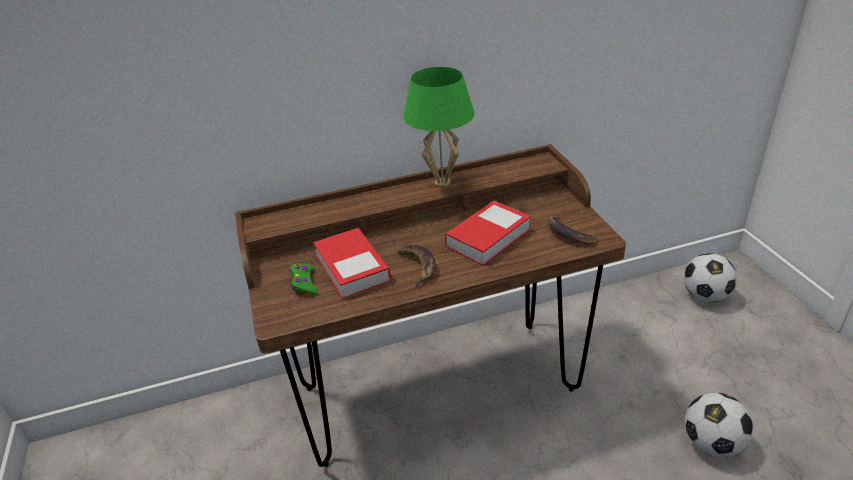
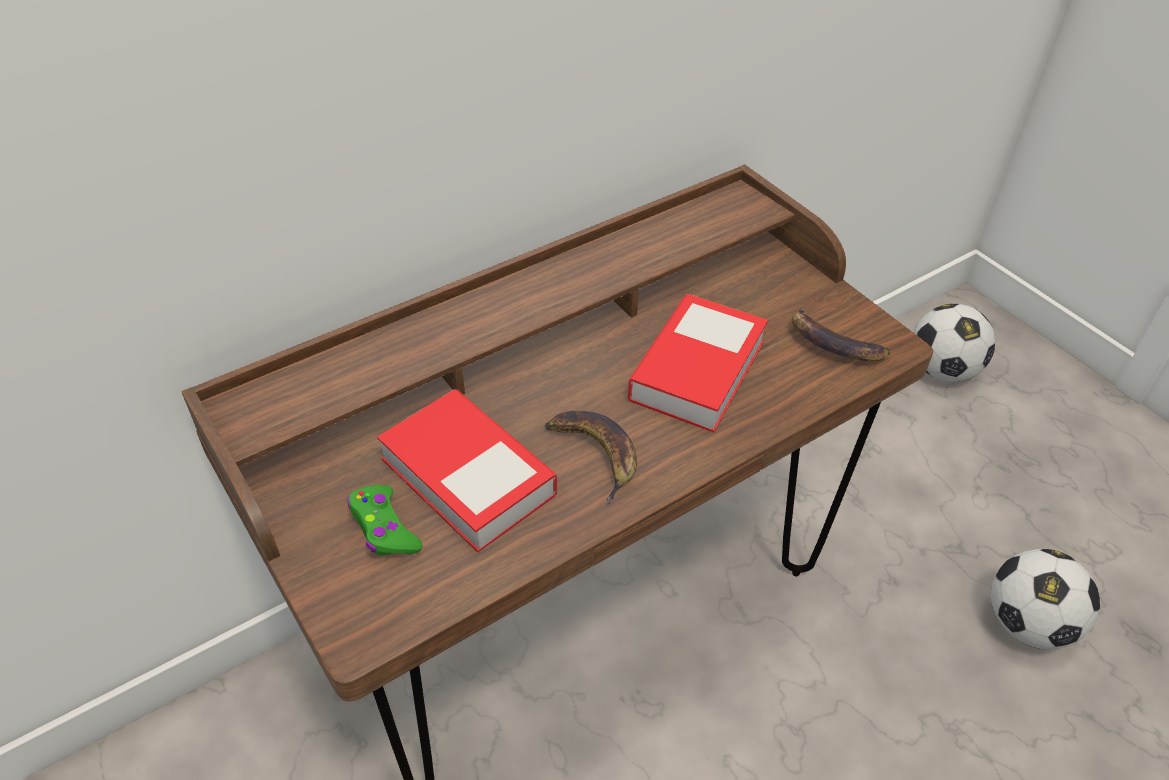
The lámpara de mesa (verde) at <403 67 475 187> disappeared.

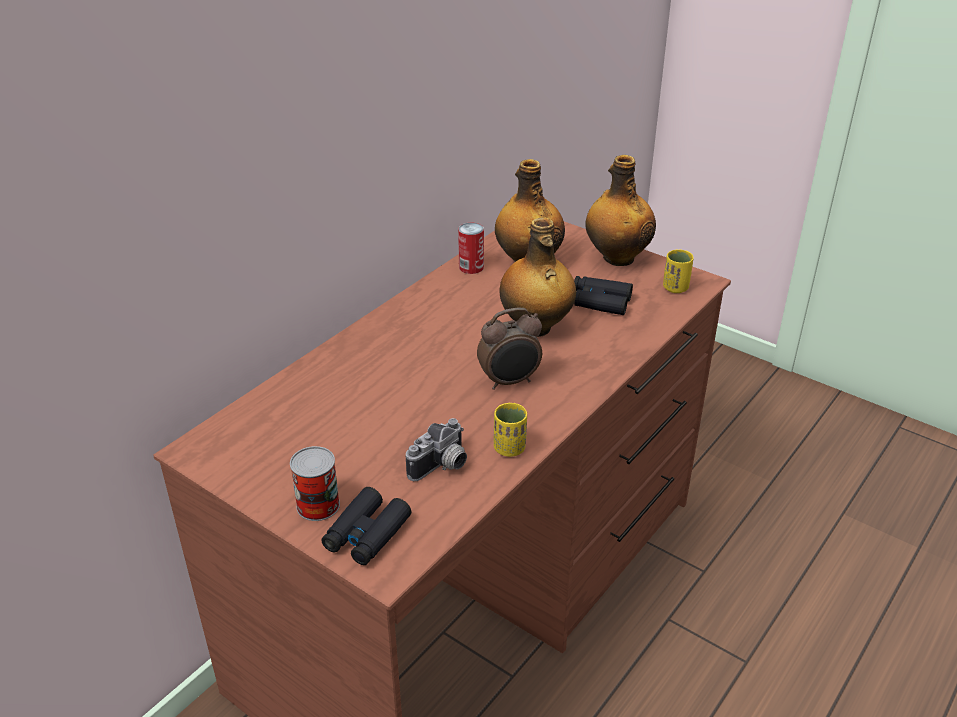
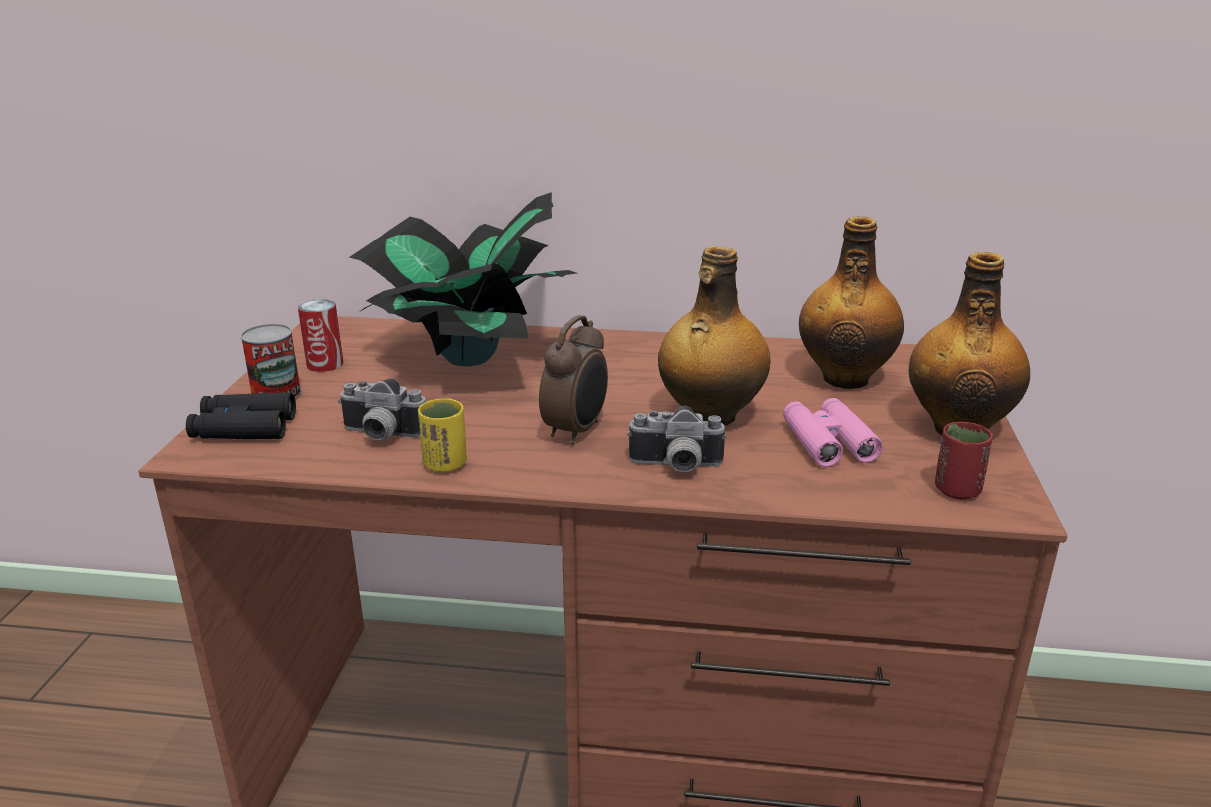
The lata moved from <458 223 484 274> to <298 299 343 372>. The taza (amarillo) at <663 249 694 293> became the taza (rojo) at <935 422 993 499>. The prismáticos (negro) at <574 276 633 315> became the prismáticos (rosa) at <783 398 883 467>. The despertador at <477 308 542 390> turned 105 degrees counterclockwise. The planta en maceta at <349 192 577 366> appeared. The cámara at <627 406 727 472> appeared.

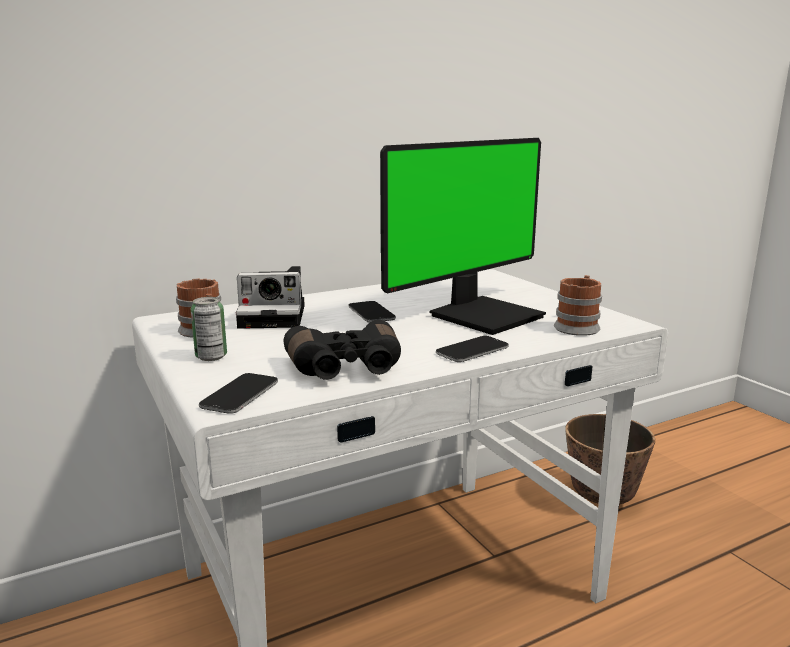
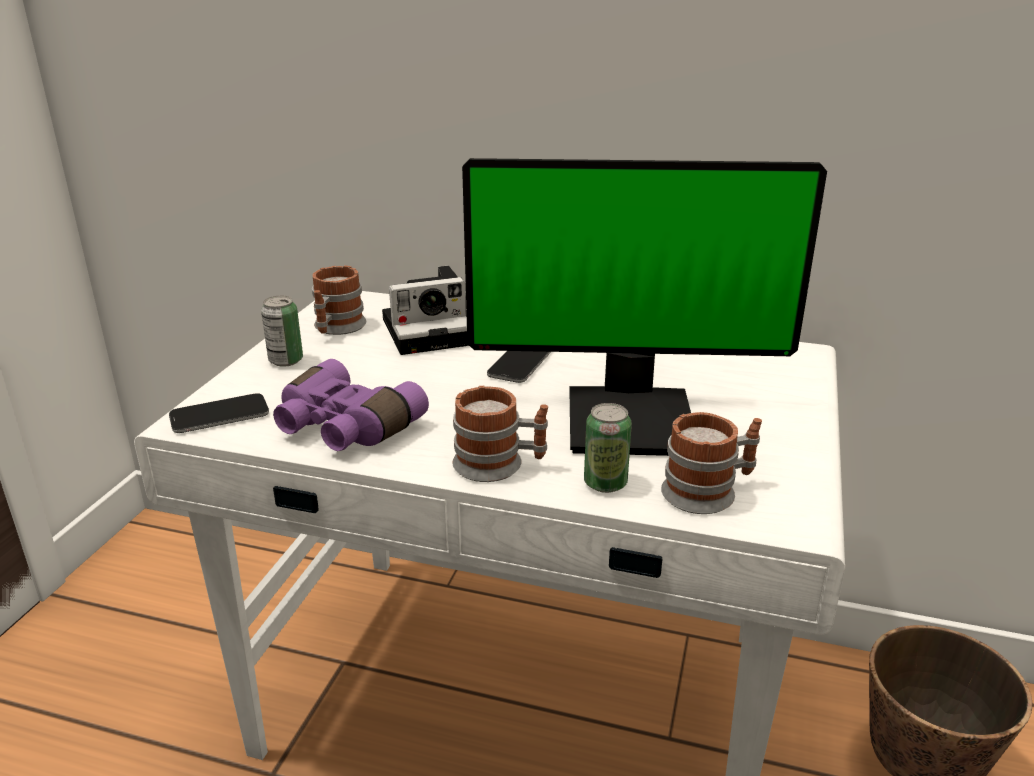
The cámara at <236 266 305 329> turned 60 degrees counterclockwise. The prismáticos (negro) at <284 320 401 380> became the prismáticos (morado) at <273 359 429 451>. The móvil at <436 336 509 362> was replaced by the taza grande at <452 386 548 482>. The lata at <584 403 632 493> appeared.

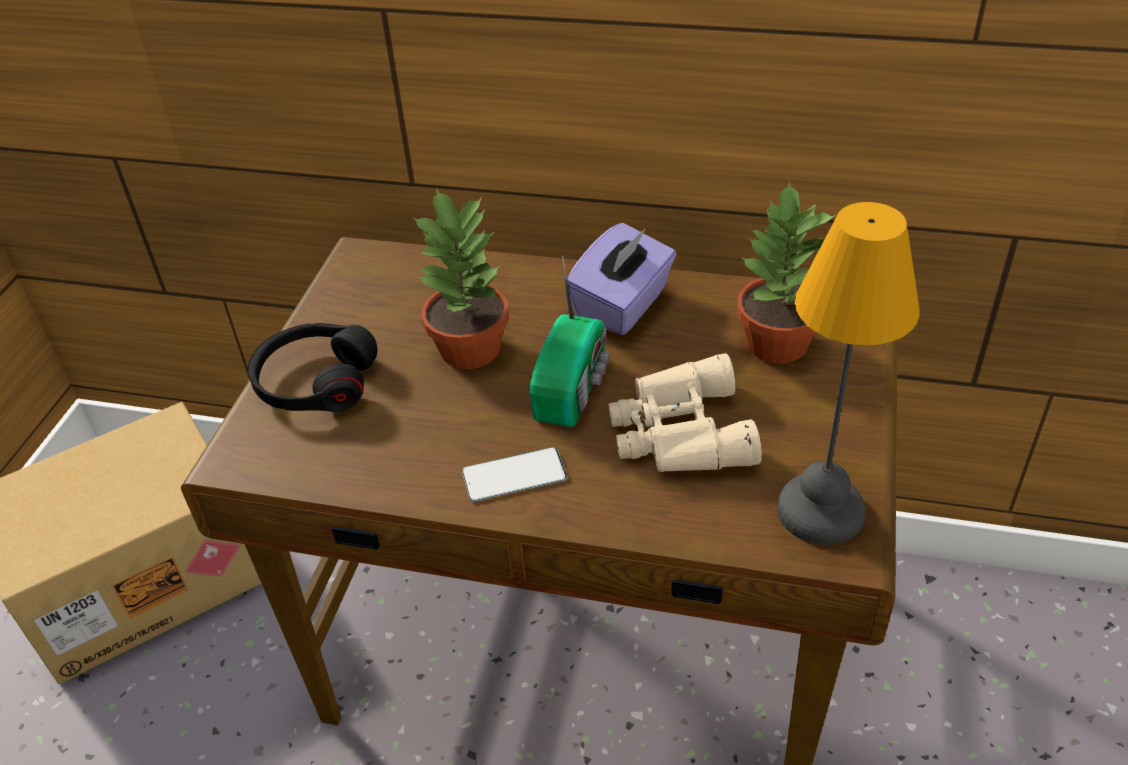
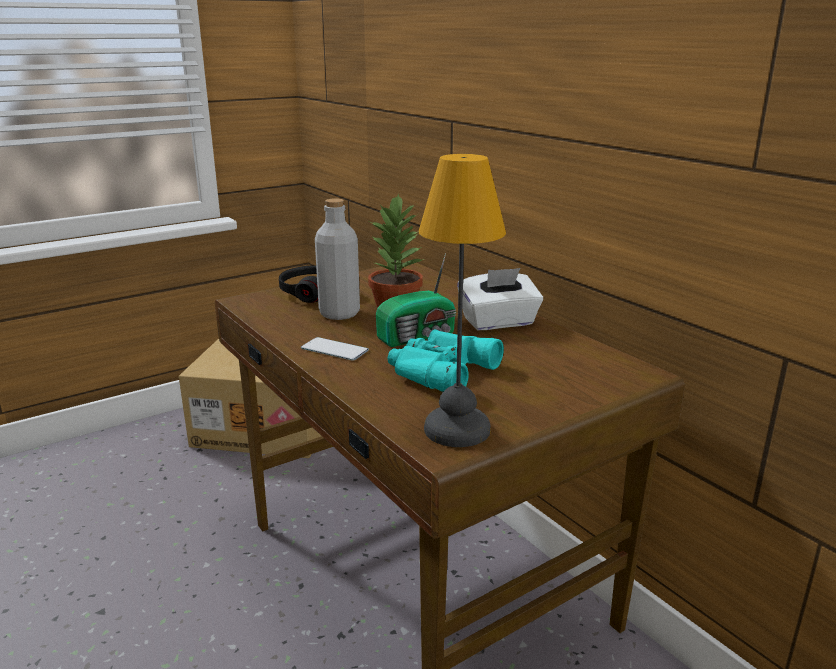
The planta en maceta at <737 181 836 363> disappeared. The caja de pañuelos (morado) at <567 223 676 335> became the caja de pañuelos (blanco) at <457 268 543 330>. The prismáticos (beis) at <608 353 762 472> became the prismáticos (turquesa) at <387 329 504 392>. The botella (gris) at <315 198 360 320> appeared.

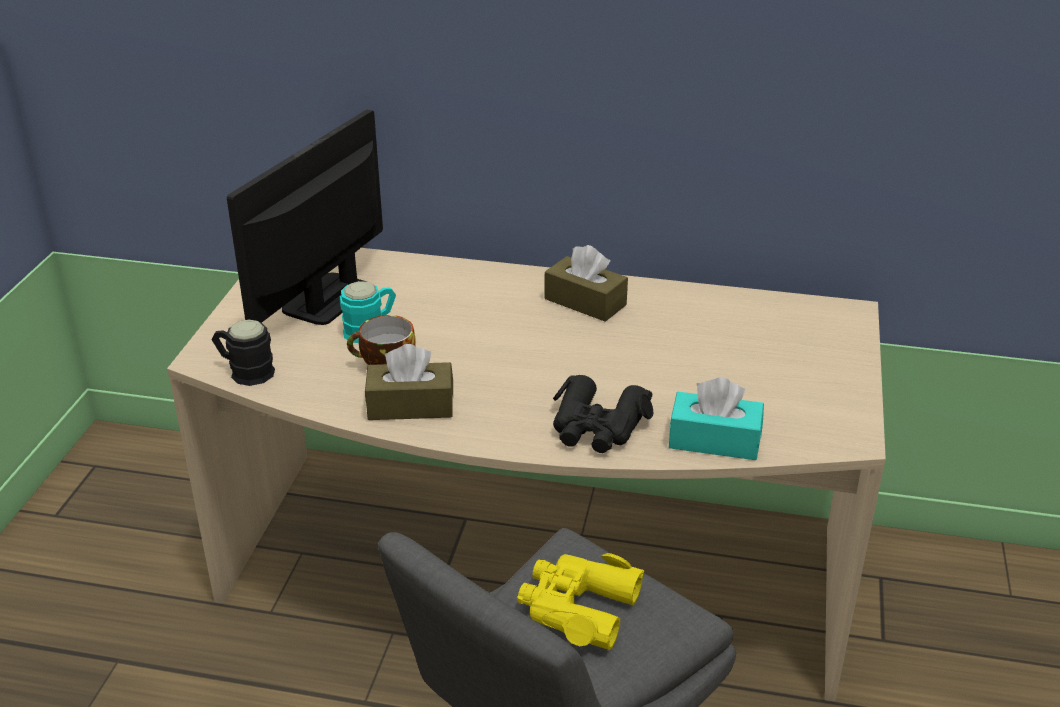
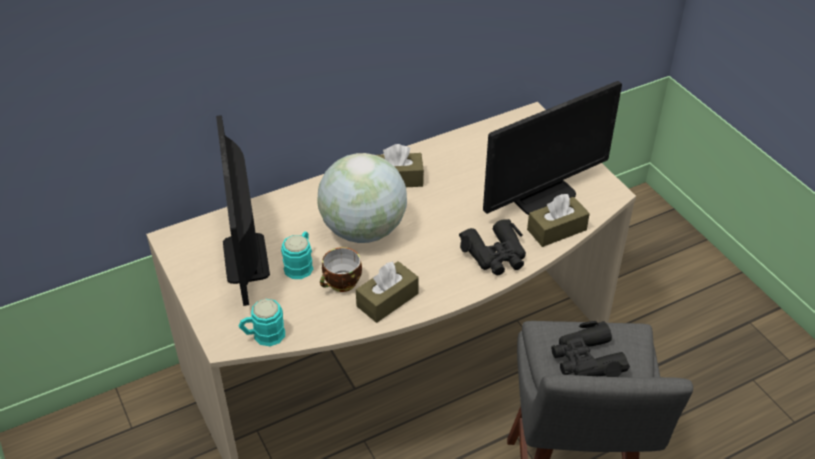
The taza grande (negro) at <212 320 275 386> became the taza grande (turquesa) at <238 299 285 346>. The caja de pañuelos (turquesa) at <669 377 764 460> became the caja de pañuelos (marrón) at <527 194 590 247>. The prismáticos (amarillo) at <517 553 645 650> became the prismáticos (negro) at <551 321 630 377>. The monitor at <483 81 622 215> appeared. The globo terráqueo at <317 153 407 243> appeared.

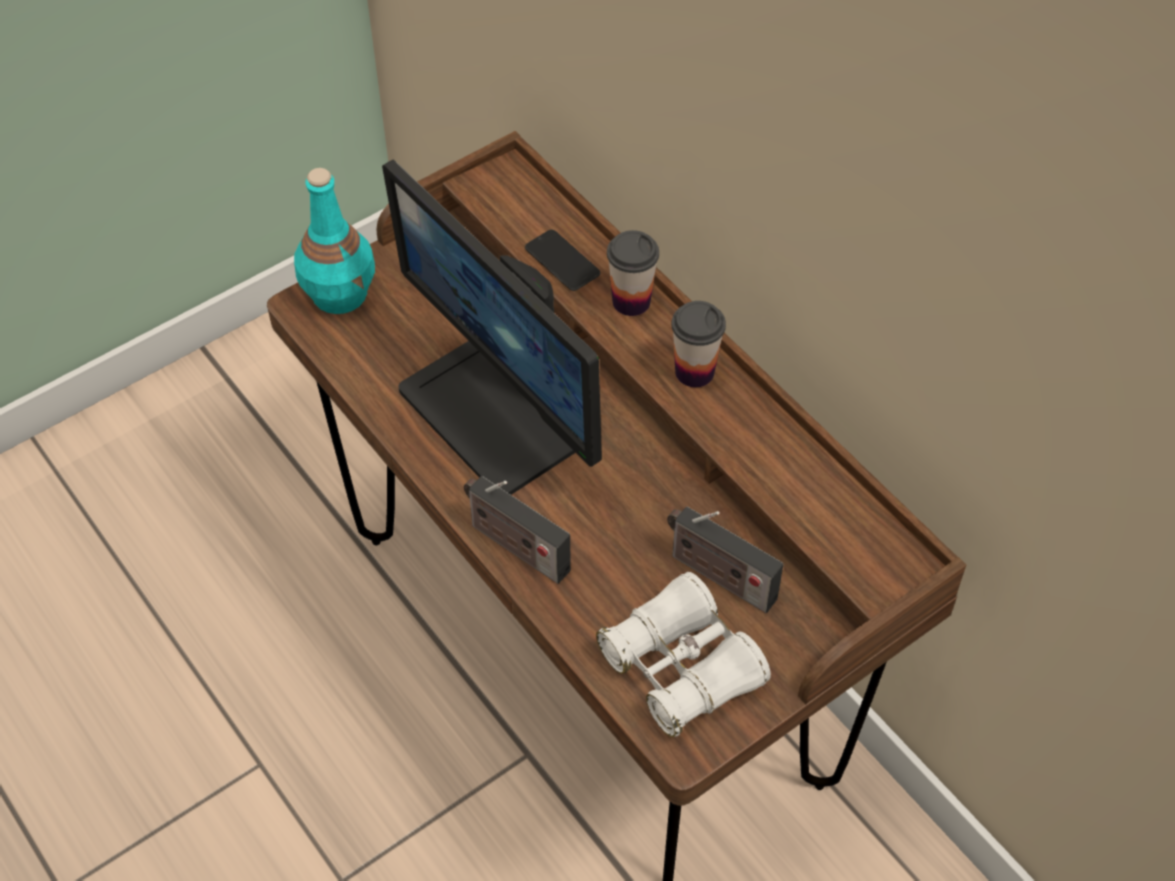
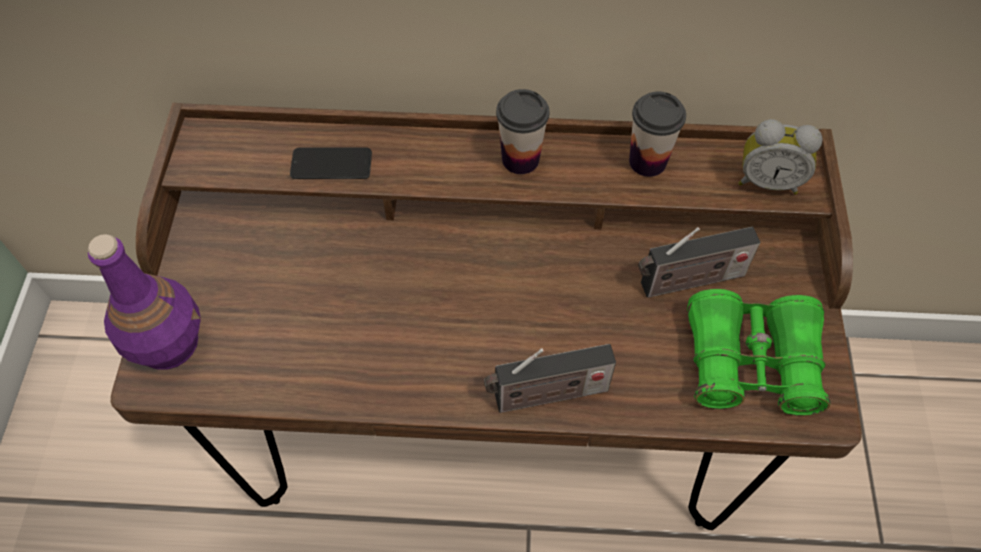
The monitor at <382 160 602 495> disappeared. The botella (turquesa) at <294 168 375 314> became the botella (morado) at <88 234 201 370>. The taza moved from <607 230 659 316> to <629 91 686 177>. The prismáticos (blanco) at <596 572 771 737> became the prismáticos (verde) at <687 289 831 416>. The despertador at <738 119 823 195> appeared.

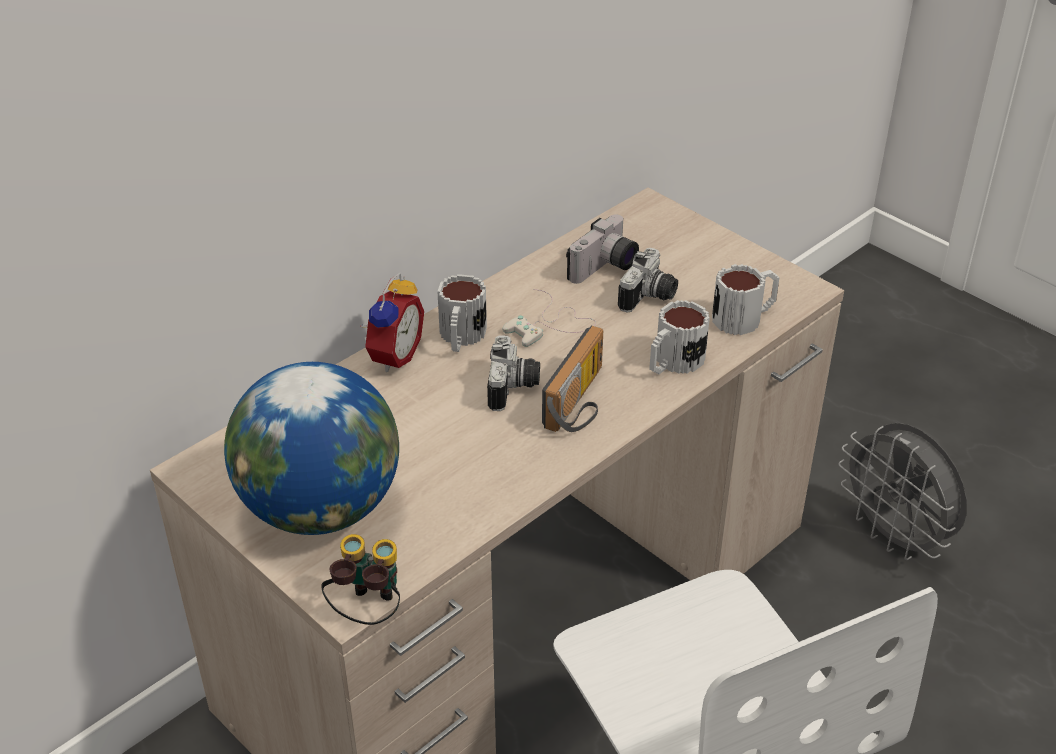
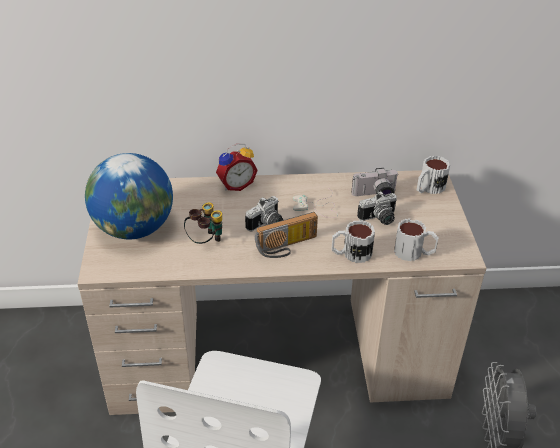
The taza grande moved from <437 274 487 352> to <417 156 450 194>. The prismáticos moved from <321 534 400 625> to <184 203 222 244>.

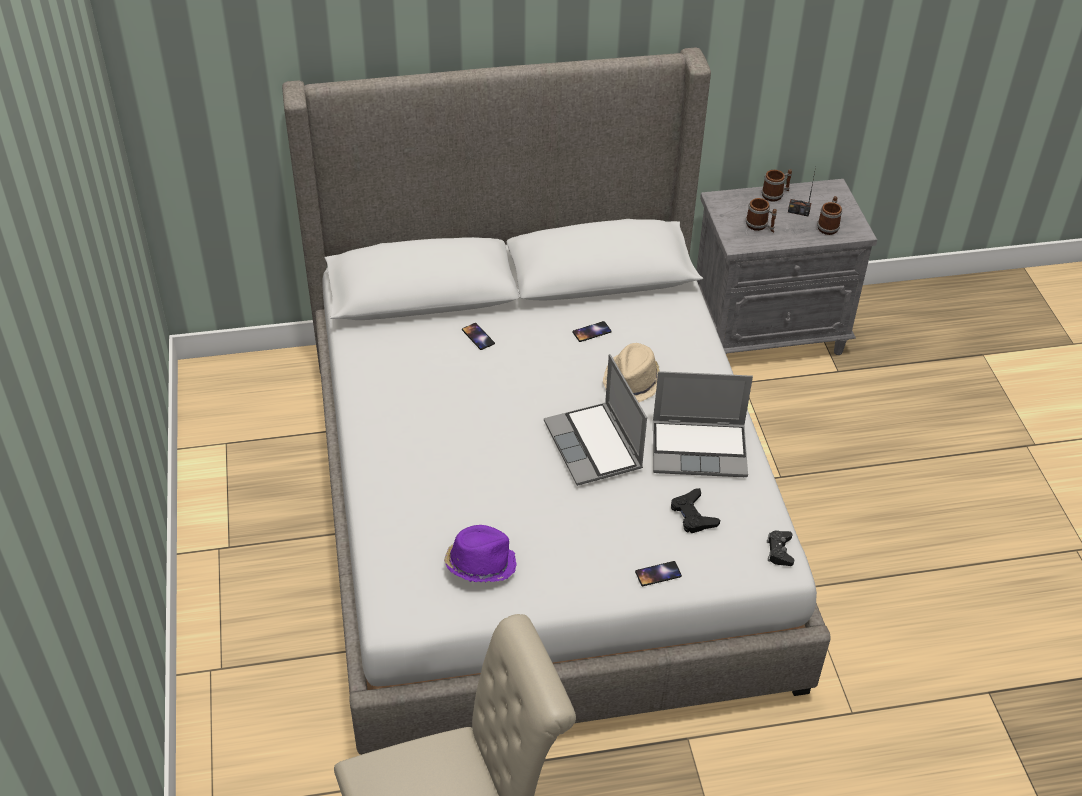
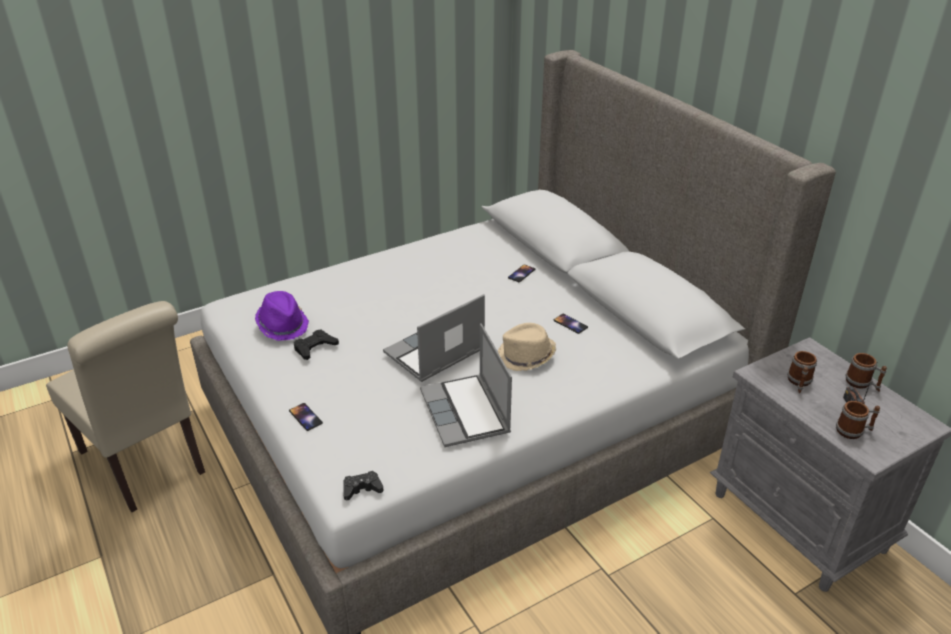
The mando de consola (negro) moved from <671 488 720 533> to <294 330 339 360>.

